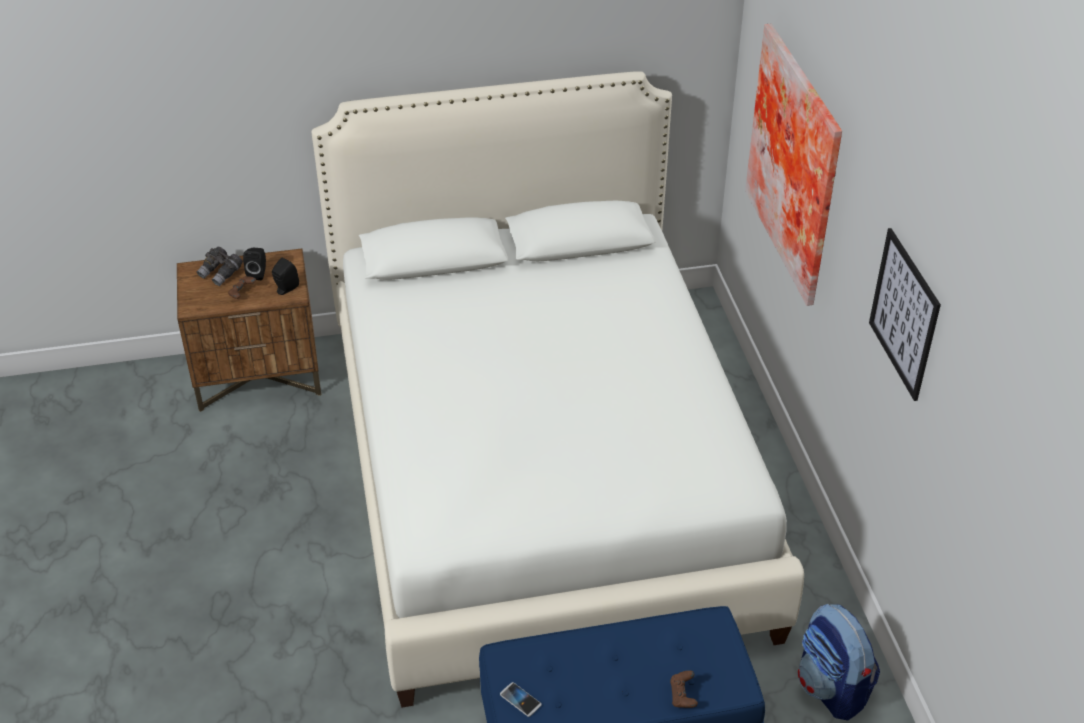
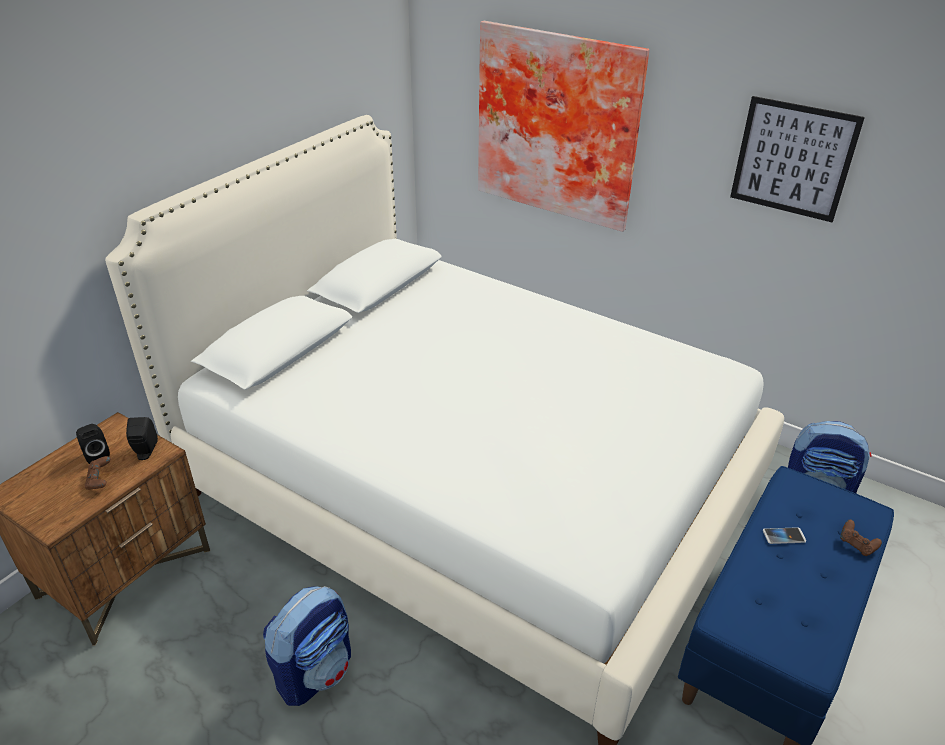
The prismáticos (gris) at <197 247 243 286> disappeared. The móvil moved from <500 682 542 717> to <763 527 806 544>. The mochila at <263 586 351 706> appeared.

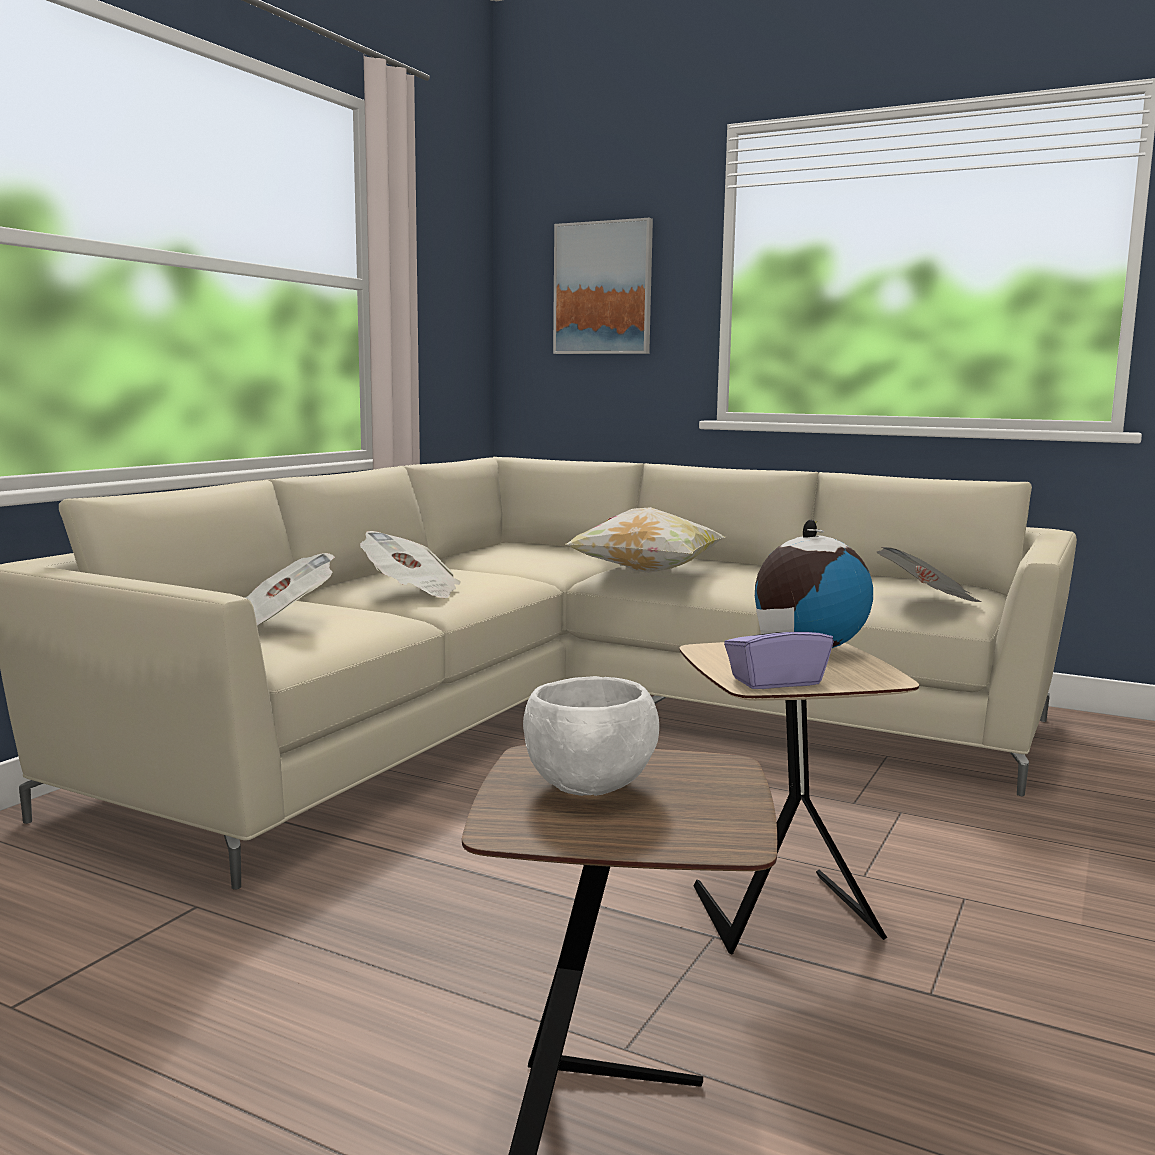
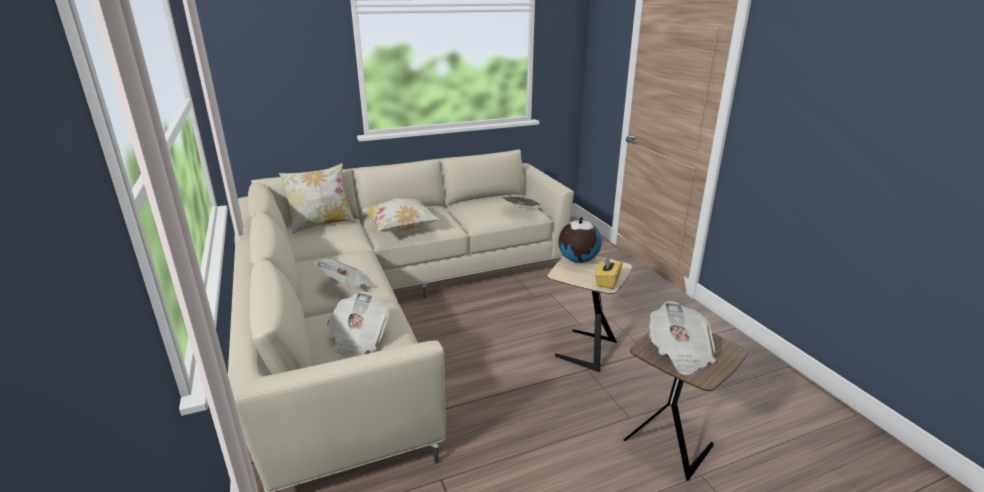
The cuadro at <553 218 653 354> disappeared. The caja de pañuelos (morado) at <724 607 833 689> became the caja de pañuelos (amarillo) at <595 256 623 289>. The cuenco (blanco) at <523 676 659 796> was replaced by the periódico at <649 301 716 375>. The cojín at <279 163 355 234> appeared.

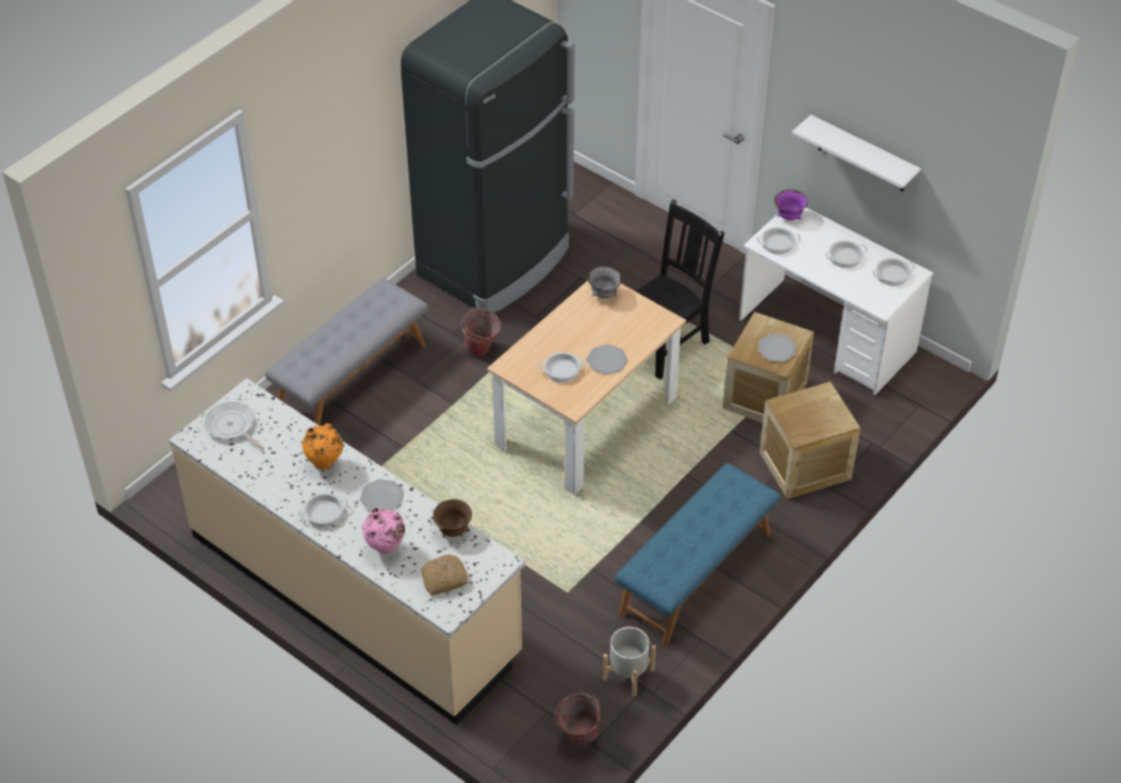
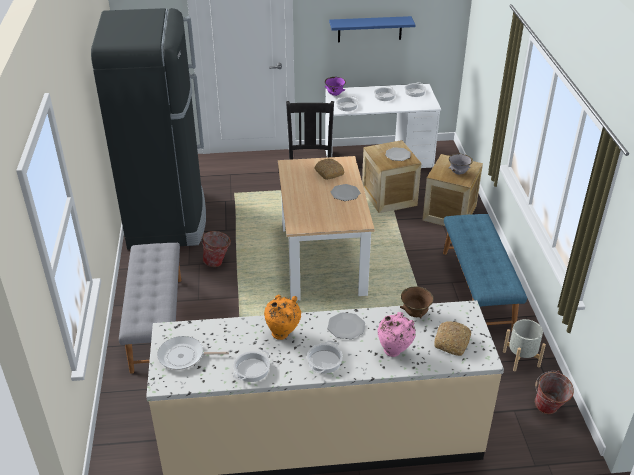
The estante (blanco) at <792 115 921 192> became the estante (azul) at <329 16 415 42>. The cuenco (gris) moved from <588 266 622 299> to <449 154 473 175>. The olla moved from <539 352 585 382> to <233 350 270 382>. The pan at <314 159 345 180> appeared.

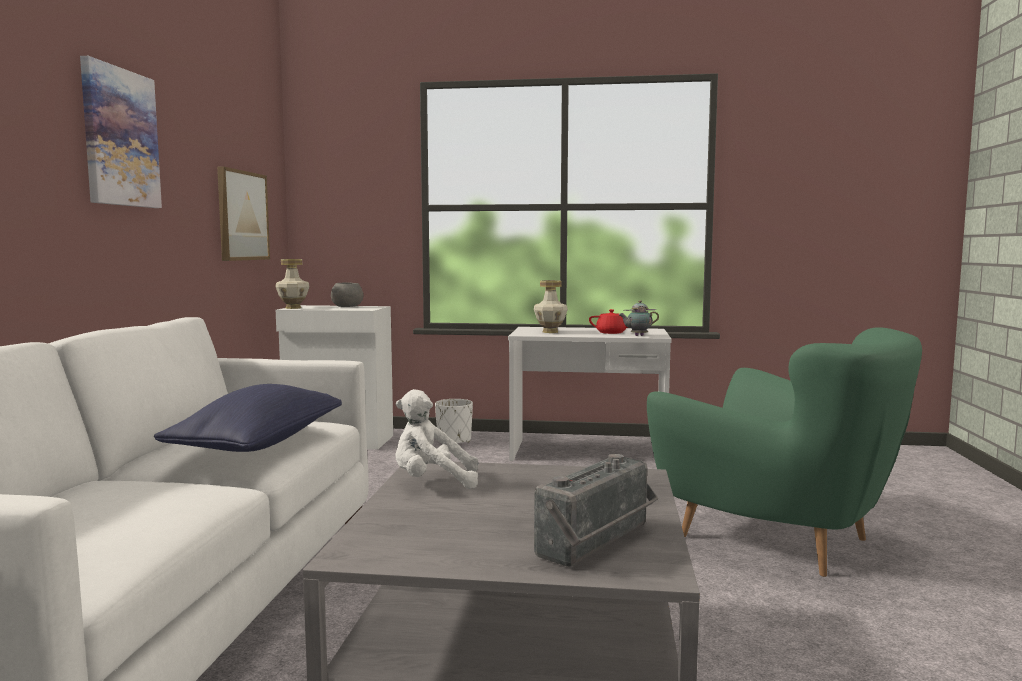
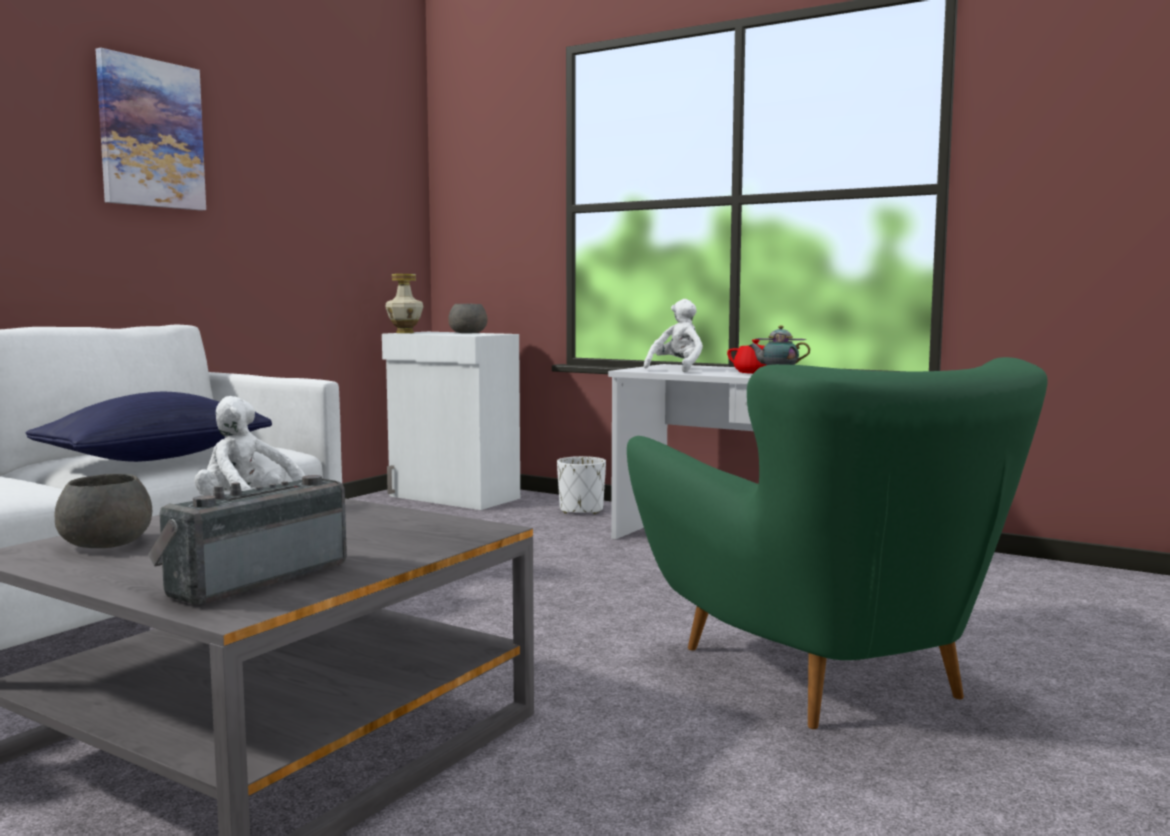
The cuadro at <217 167 270 261> disappeared. The florero at <534 280 568 333> was replaced by the peluche (blanco) at <644 299 703 372>. The radio at <534 454 658 567> turned 150 degrees clockwise. The cuenco (gris) at <54 474 152 548> appeared.

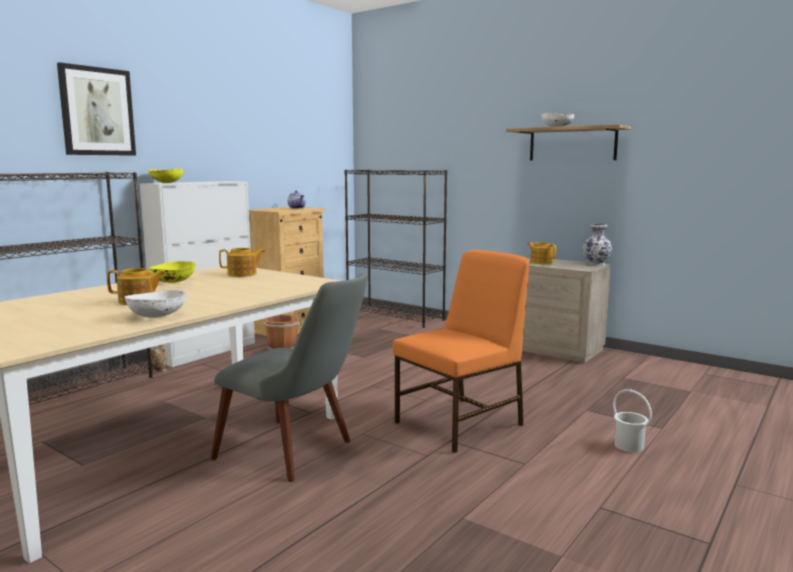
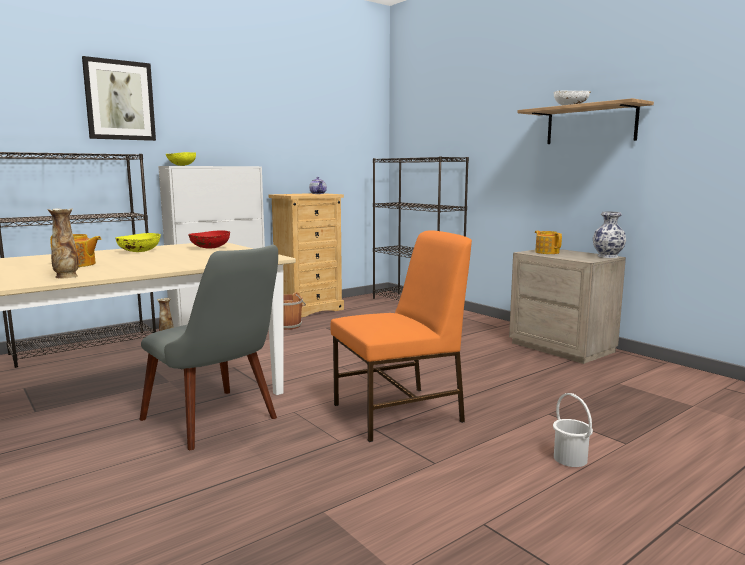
The tetera at <219 248 265 277> was replaced by the cuenco (rojo) at <188 230 230 249>. The cuenco (blanco) at <125 290 186 318> was replaced by the florero at <47 209 79 278>.

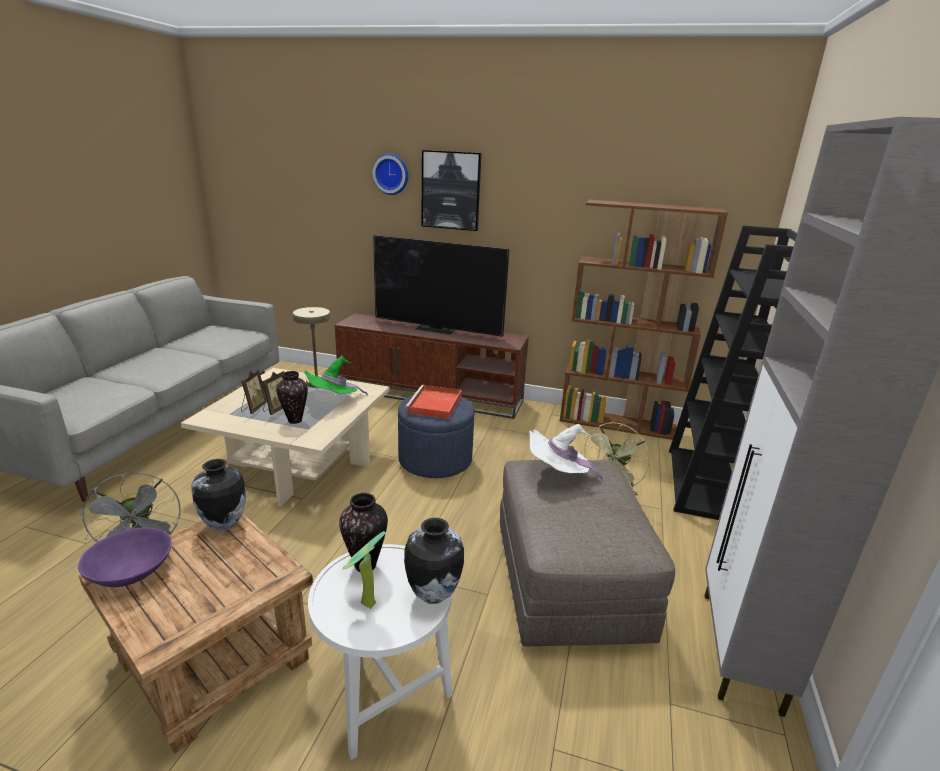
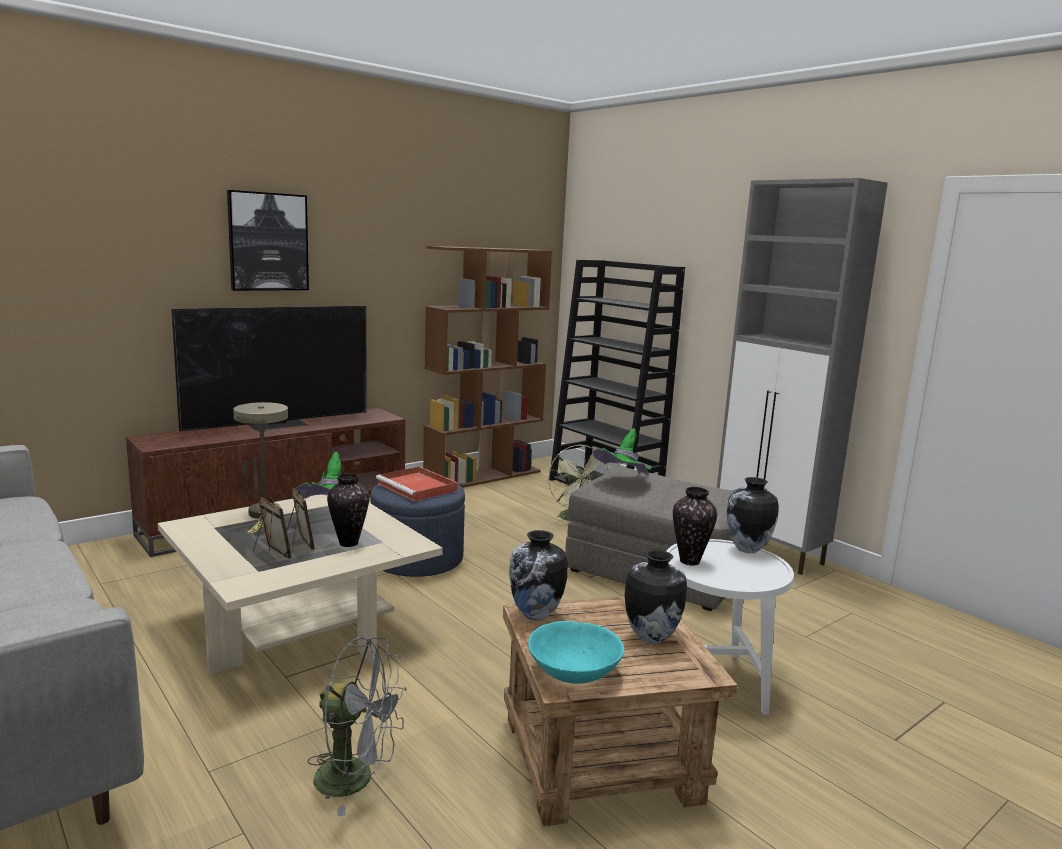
The reloj de pared at <372 153 408 195> disappeared. The sombrero (blanco) at <529 424 603 481> became the sombrero (verde) at <593 428 651 476>. The cuenco (morado) at <78 528 172 587> became the cuenco (turquesa) at <528 621 624 684>. The planta en maceta at <343 531 386 609> disappeared. The florero at <625 550 687 644> appeared.

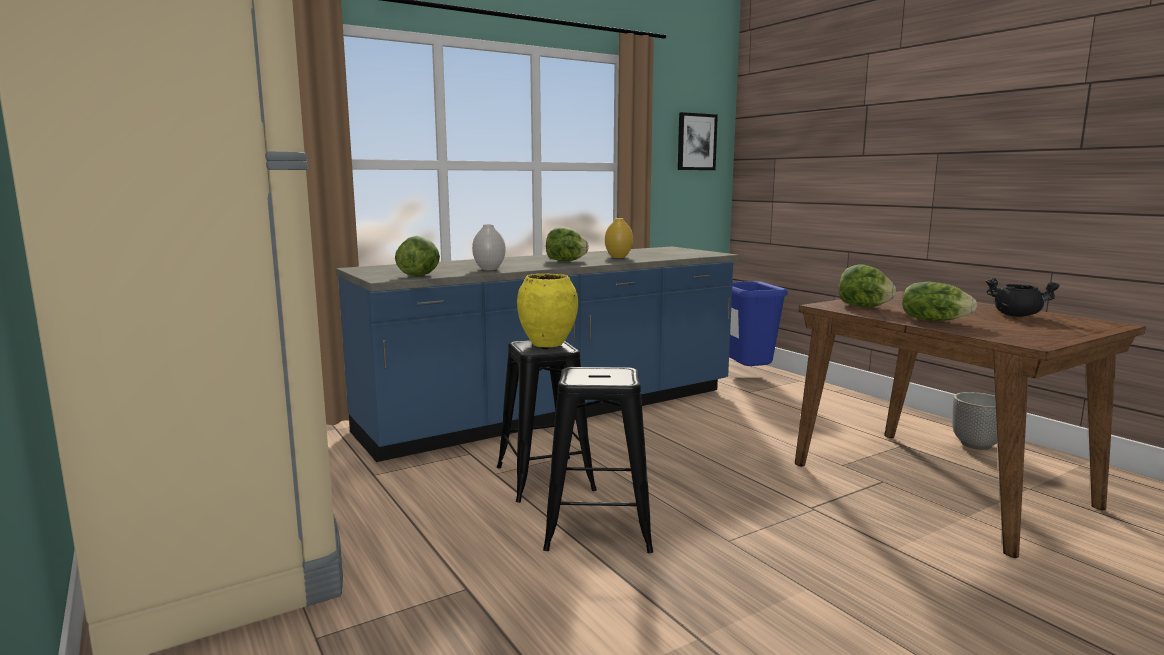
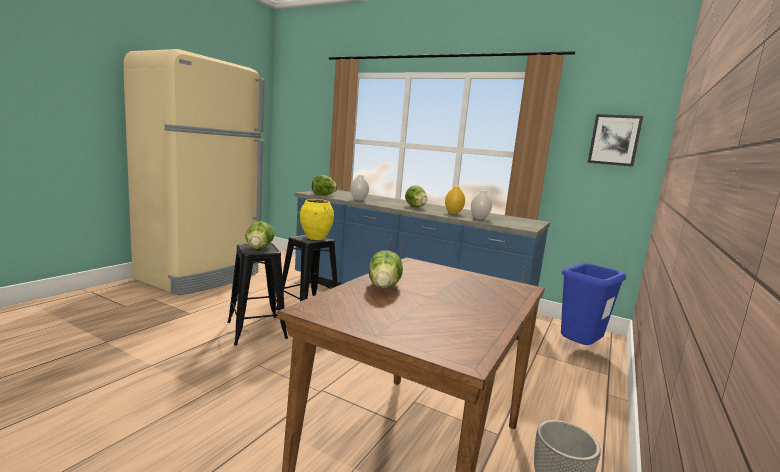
The lechuga moved from <839 264 896 307> to <245 221 275 249>. The olla (negro) at <986 278 1060 317> disappeared. The florero (blanco) at <471 190 492 220> appeared.

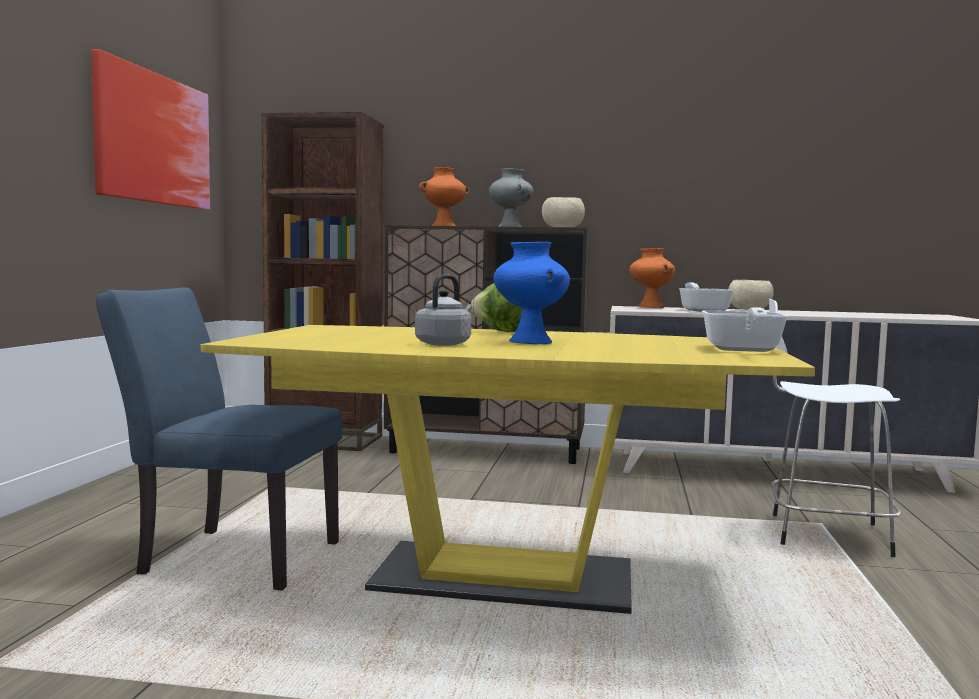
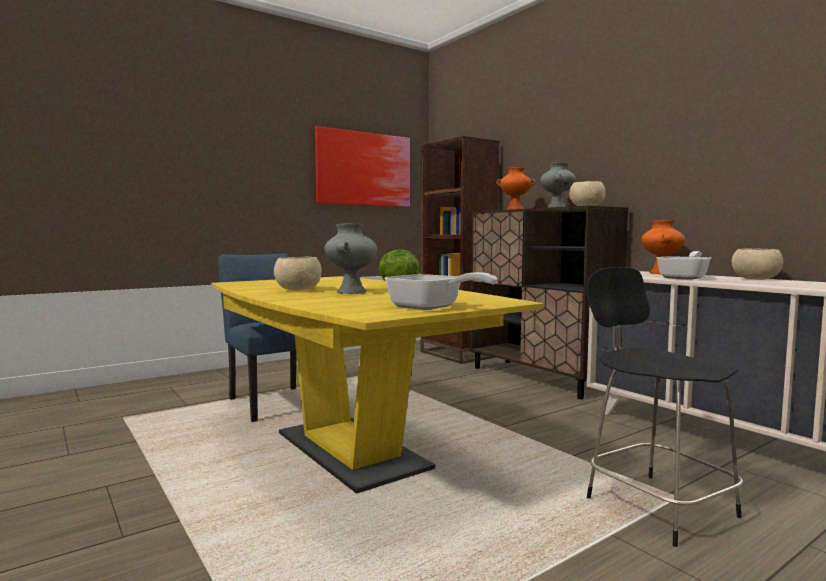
The florero (azul) at <494 242 570 344> became the florero (gris) at <324 223 377 294>. The hervidor (gris) at <415 274 472 346> was replaced by the cuenco (beis) at <274 257 322 291>. The taburete (blanco) at <769 299 901 557> became the taburete (negro) at <586 267 743 547>. The sartén at <702 307 788 352> turned 105 degrees counterclockwise.

